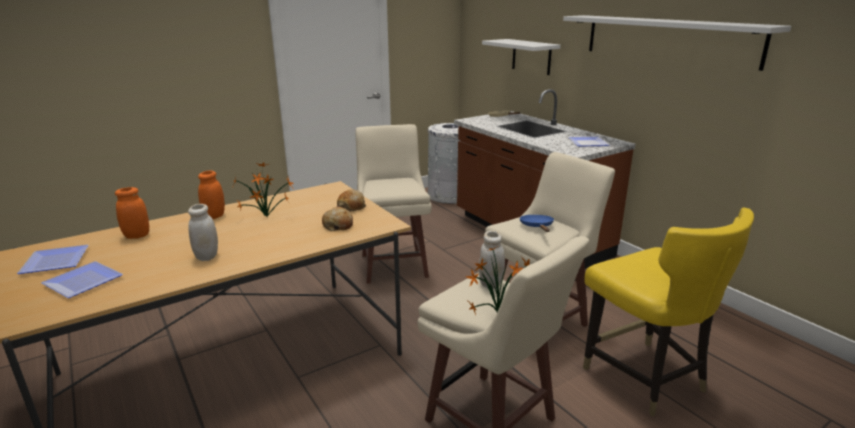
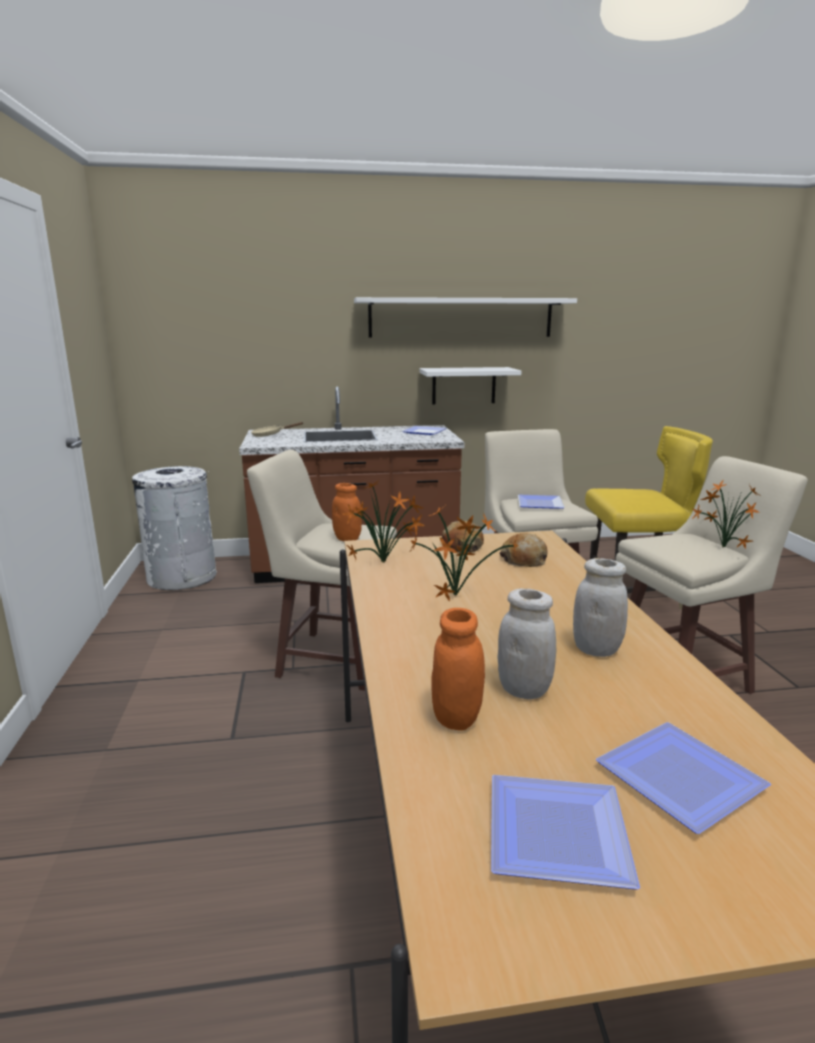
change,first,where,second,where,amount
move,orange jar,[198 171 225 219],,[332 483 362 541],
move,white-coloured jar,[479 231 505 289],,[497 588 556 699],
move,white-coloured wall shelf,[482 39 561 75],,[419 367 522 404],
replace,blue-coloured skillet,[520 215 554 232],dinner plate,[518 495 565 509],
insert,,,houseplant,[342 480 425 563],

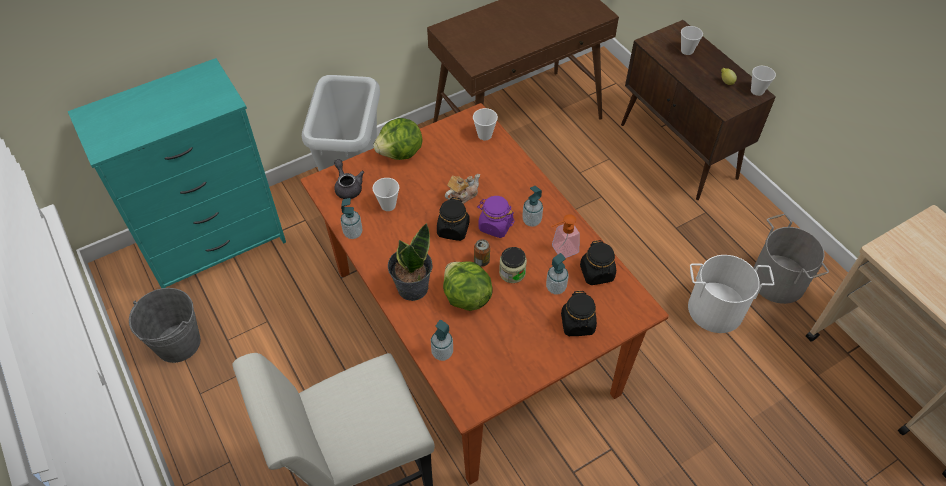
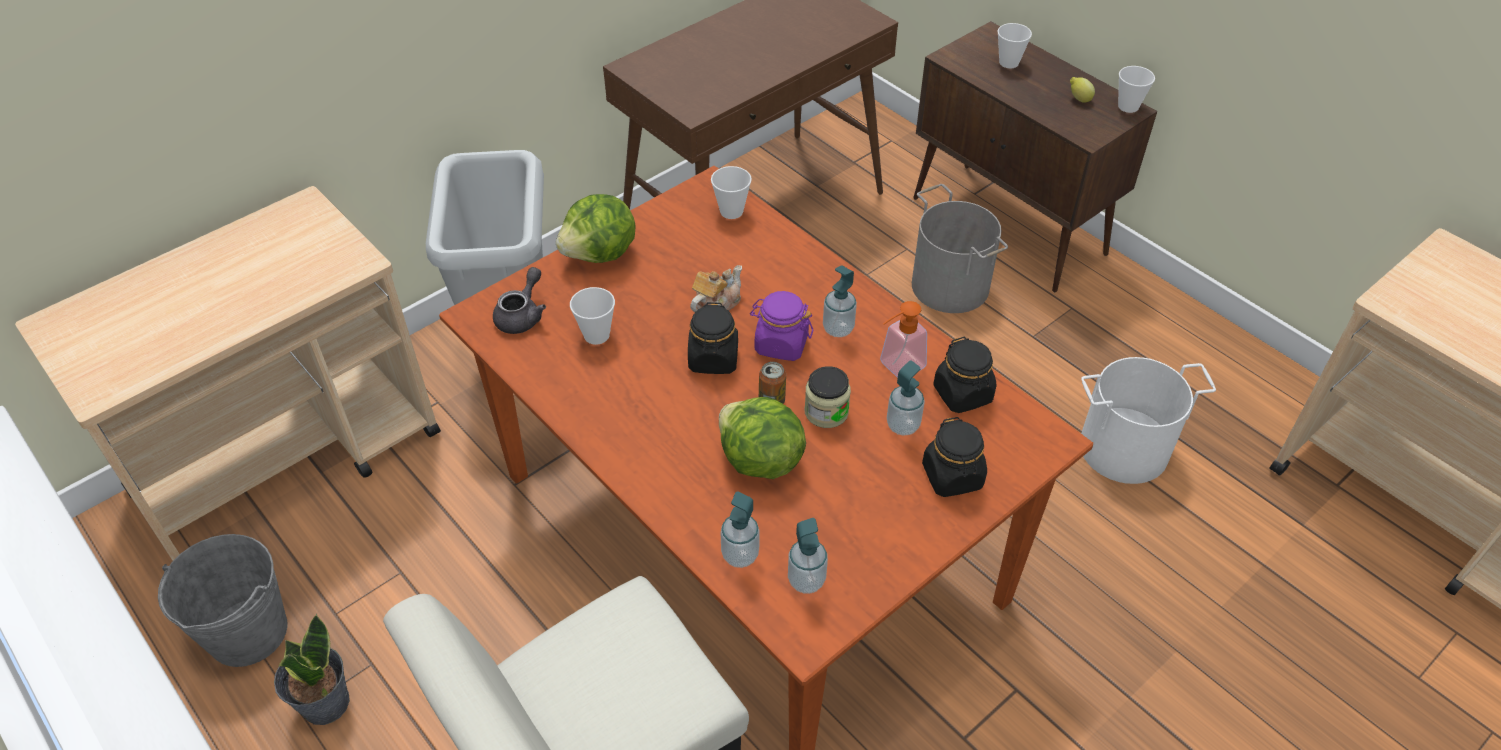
change,first,where,second,where,amount
replace,turquoise chest of drawers,[68 58 286 288],sand-coloured trolley,[15 186 441 561],
rotate,grey pot for tea,[334 159 364 199],,[493 267 546 334],60 degrees clockwise
move,soap dispenser,[341 198 363 239],,[788 518 828 594],
move,houseplant,[388 223 433 301],,[274 614 350 725],
move,grey pail,[753 214 829 304],,[912 184 1008 313],

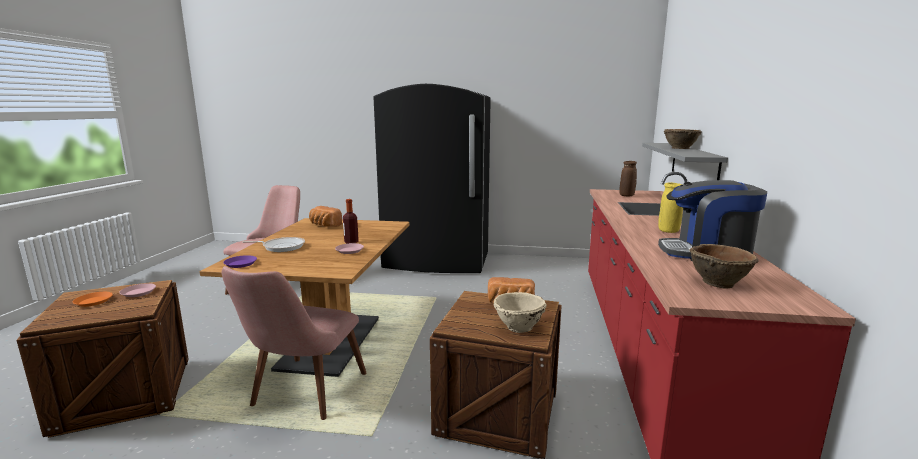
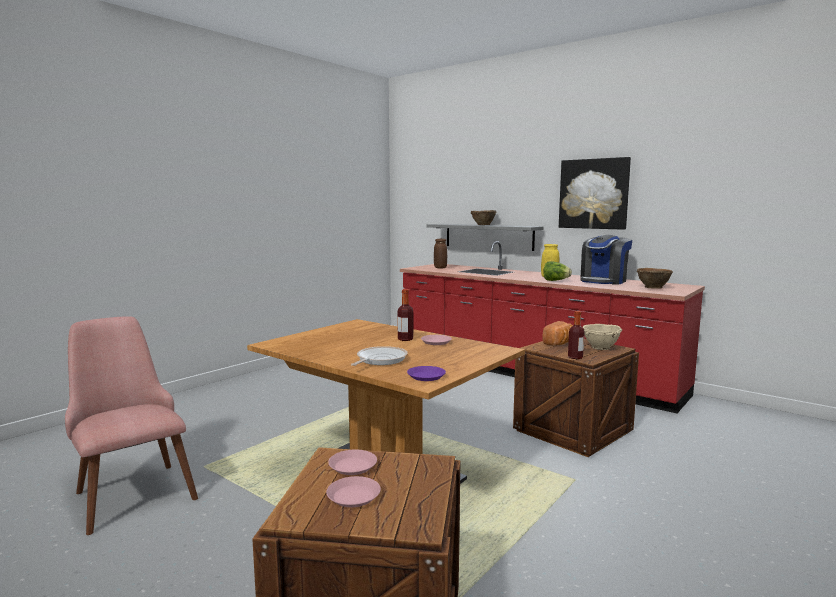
change,first,where,second,where,amount
recolor,orange dinner plate,[73 292 113 307],pink dinner plate,[326 476 381 507],
delete,pink plain chair,[221 266 367 420],,,
delete,bakery bread,[309 206 342 227],,,
delete,black kitchen fridge,[374 84 491 273],,,
insert,,,lettuce head,[543 261 572 281],
insert,,,wall picture,[559 157 631 230],
insert,,,beverage bottle,[568 311 585 359],

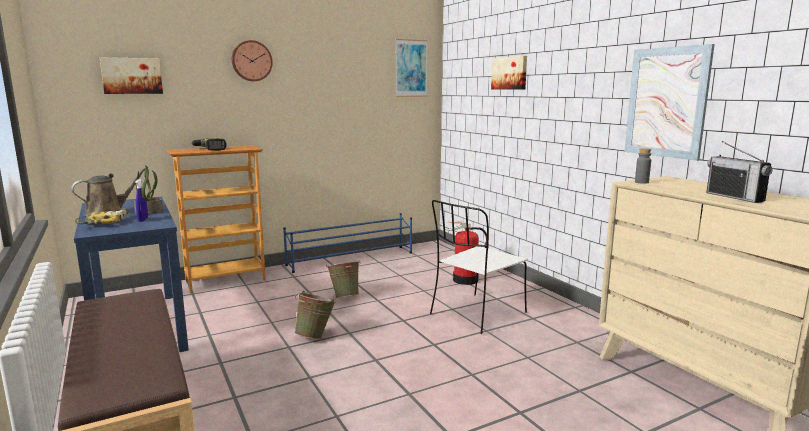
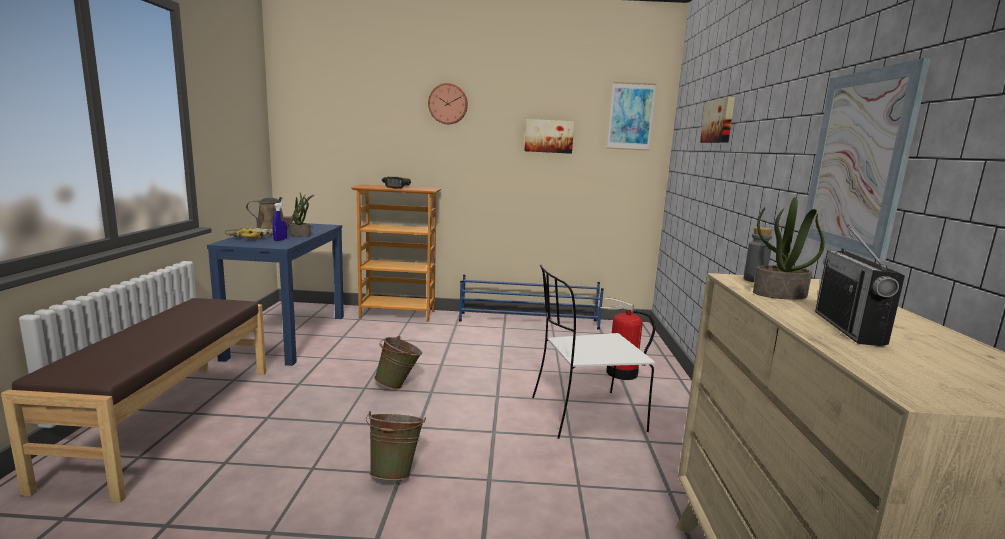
change,first,where,second,where,amount
move,wall picture,[100 57 163 94],,[524 119 574 154],
move,green pail,[326 260 361 298],,[366 411 426 480],
insert,,,houseplant,[753 197 825 300],

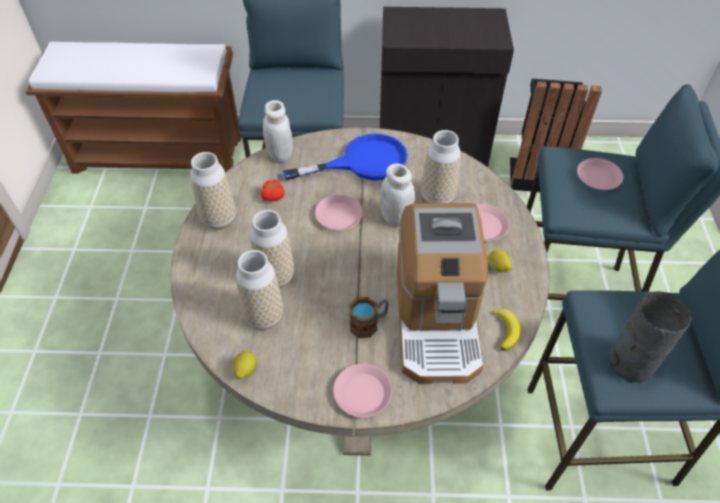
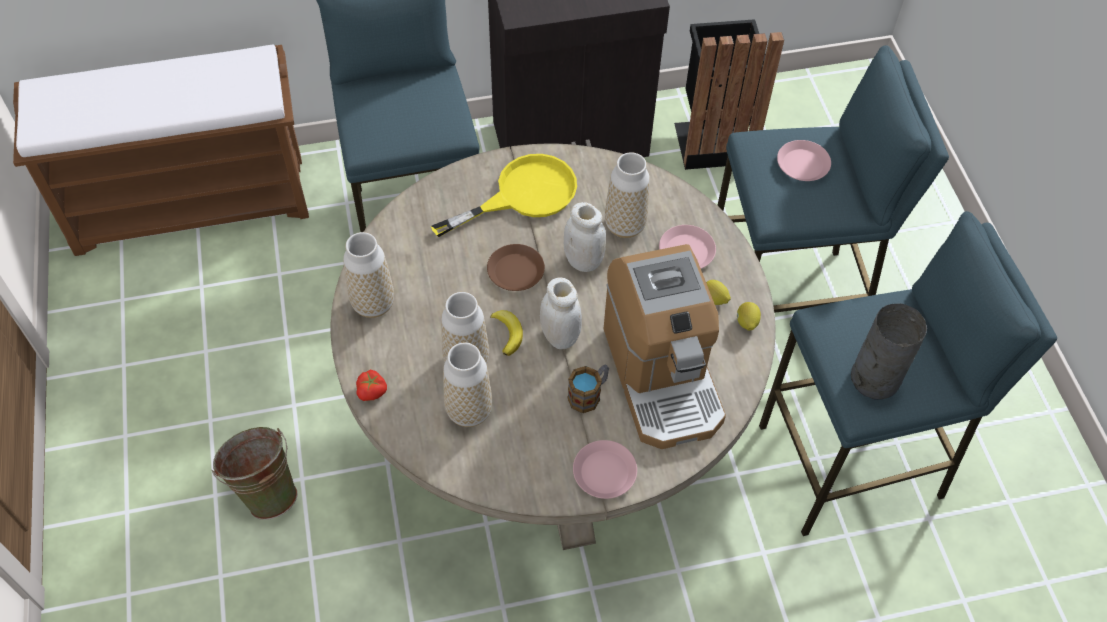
change,first,where,second,where,amount
move,whole lemon,[232 351 257 379],,[737 302 761 331],
move,whole tomato,[261 180 285 201],,[356 370 387 401],
move,white-coloured jar,[263 100 293 162],,[540 277 582 349],
recolor,blue-coloured skillet,[283 133 408 181],yellow-coloured skillet,[431 154 577 237],
recolor,pink dinner plate,[315 195 363 230],brown dinner plate,[487 244 545 291],
move,whole banana,[492 308 521 351],,[490 310 523 356],
insert,,,green pail,[211 427 298 520],

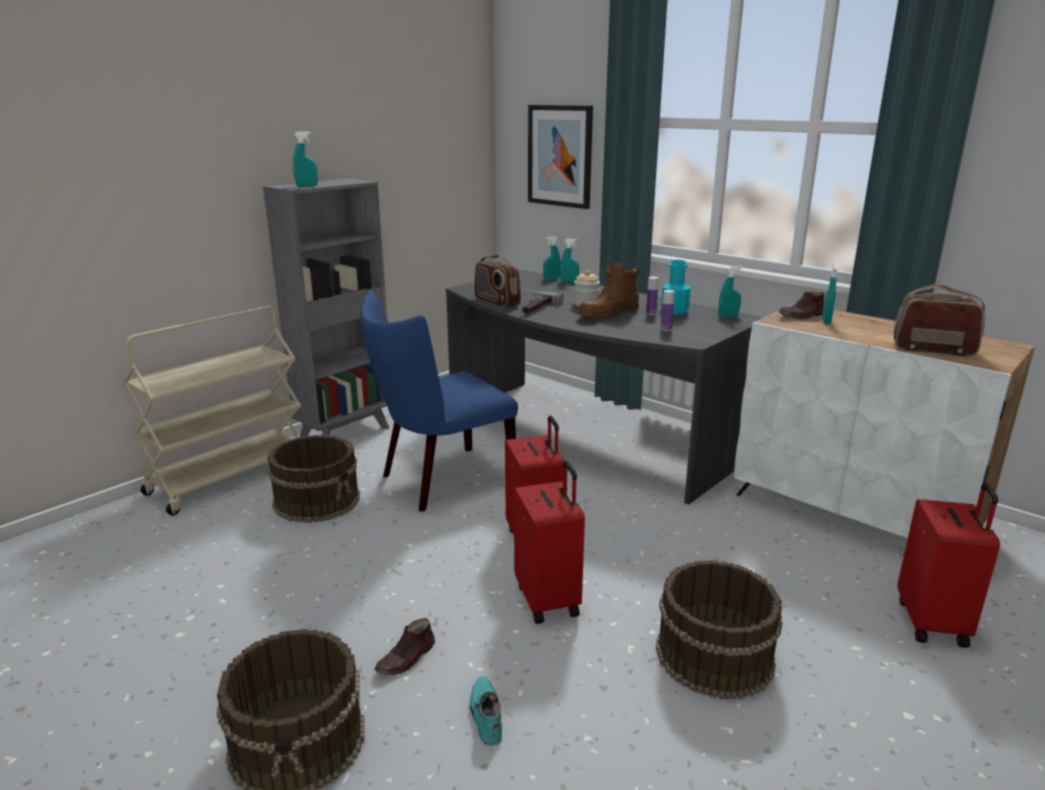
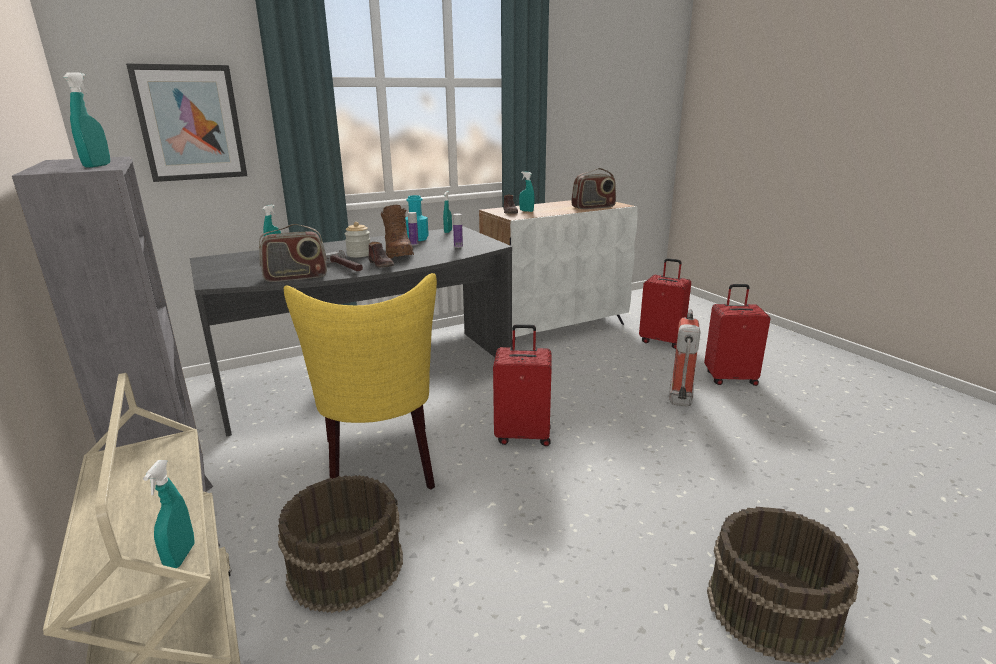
change,first,where,second,where,amount
recolor,blue-coloured plain chair,[360 290 518 512],yellow-coloured plain chair,[284 273 437 490],
move,brown item of footwear,[374 618 435 675],,[369 242 394 267],
delete,turquoise item of footwear,[470 676 502 745],,,
move,red-coloured travel case,[514 461 585 624],,[704 284 770 386],
move,turquoise spray bottle,[543 237 561 280],,[143 460 195 568],
replace,brown pail,[656 560 783 699],fire extinguisher,[669 309 700 406],
rotate,radio,[894 284 985 356],,[571 168 616 209],150 degrees counterclockwise

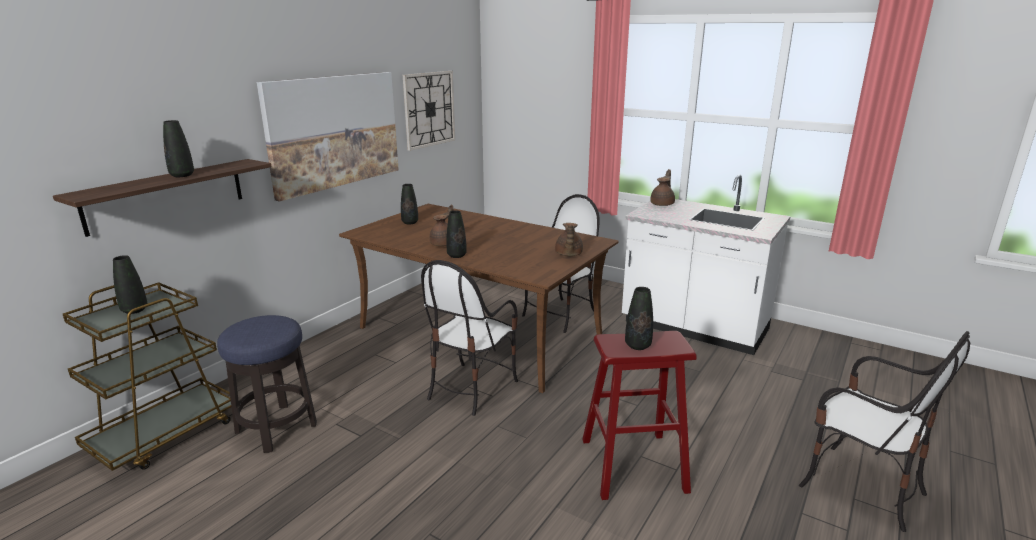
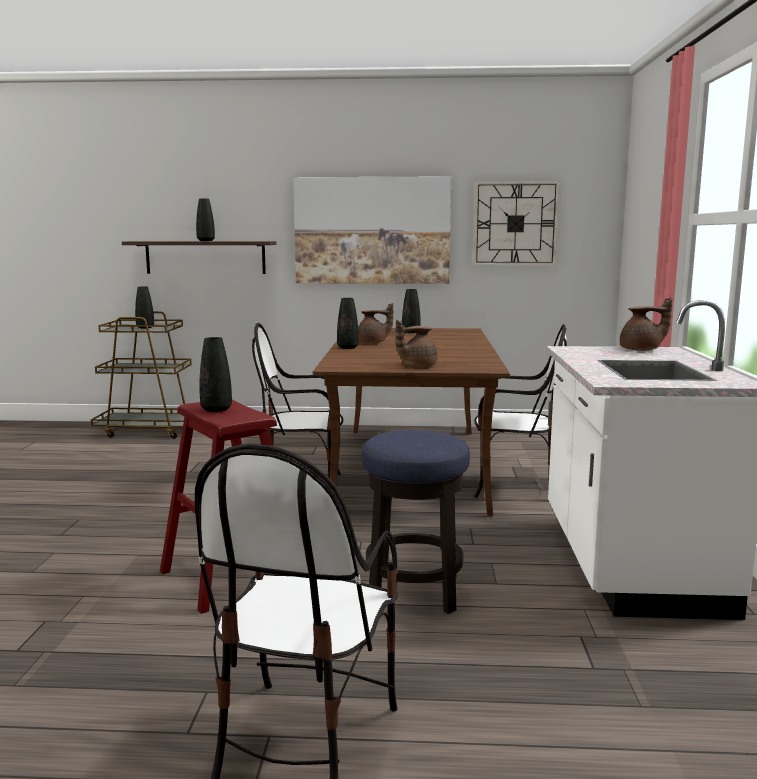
change,first,where,second,where,amount
move,stool seat,[217 315 317 453],,[362 430 470 614],

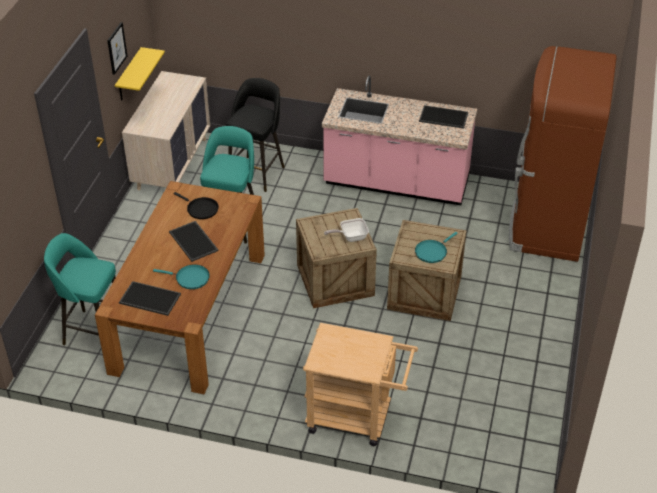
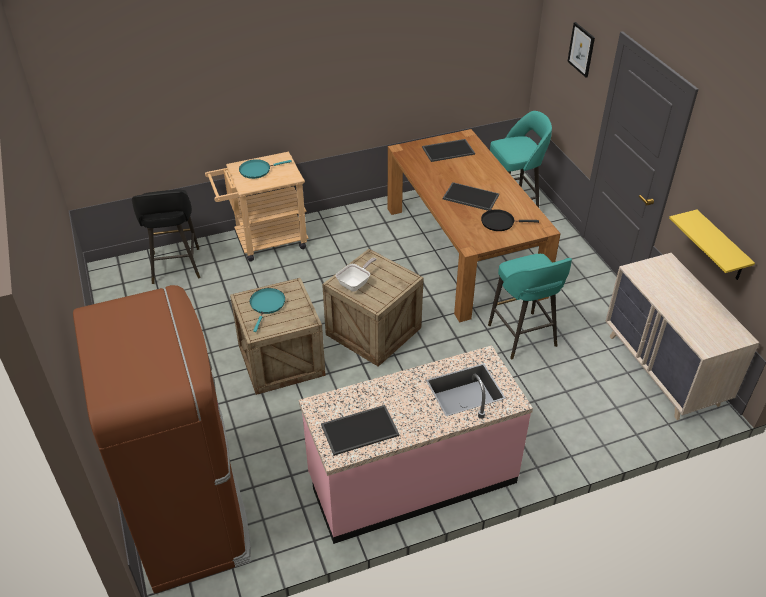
change,first,where,second,where,amount
move,wall picture,[107 22 127 75],,[567 22 595 78],
move,turquoise skillet,[153 265 210 289],,[239 159 292 179],
move,black stool seat,[227 78 285 192],,[132 189 201 284],

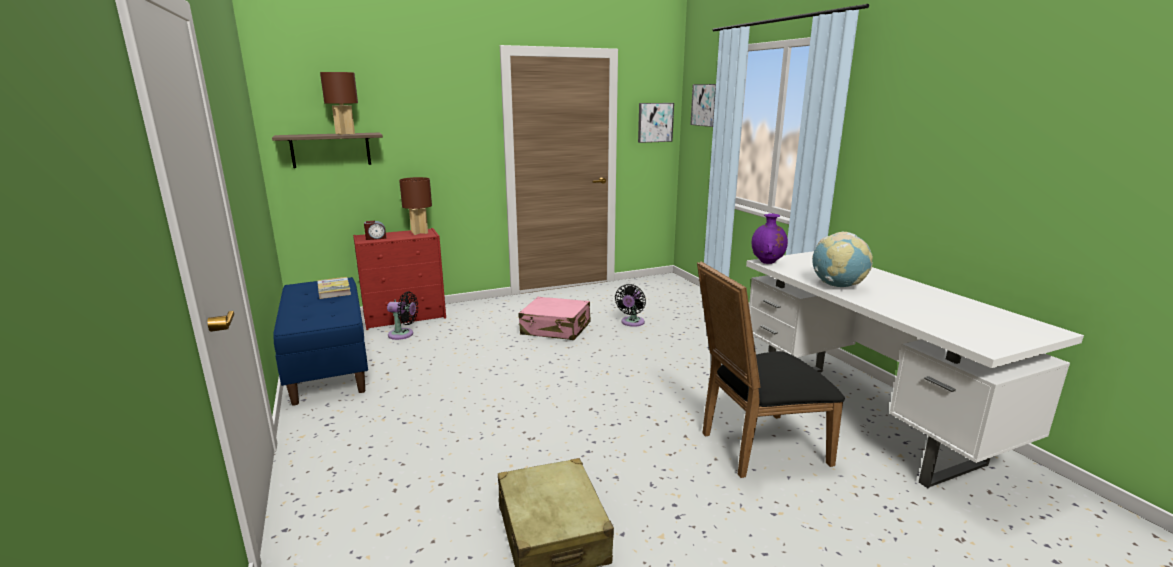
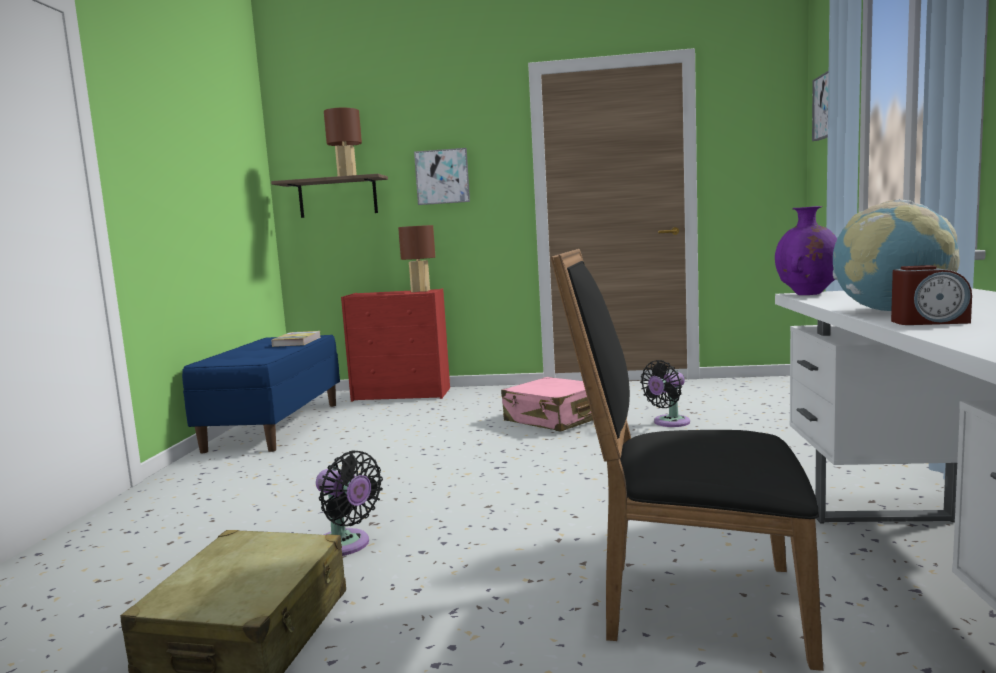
change,first,where,second,where,amount
move,alarm clock,[364 221 386 240],,[891 265 972 325],
move,black electric fan,[387 292 418 340],,[316 450 383 556],
move,wall picture,[638 103 674 143],,[414 148 470 205],

